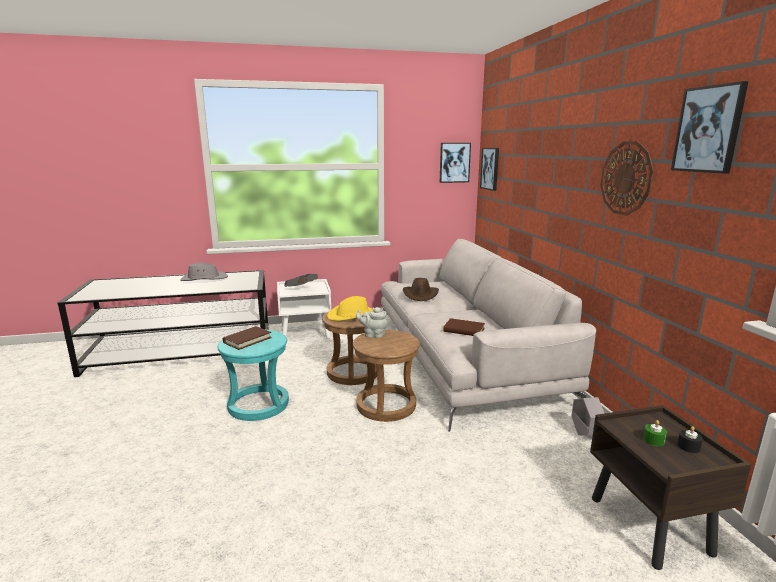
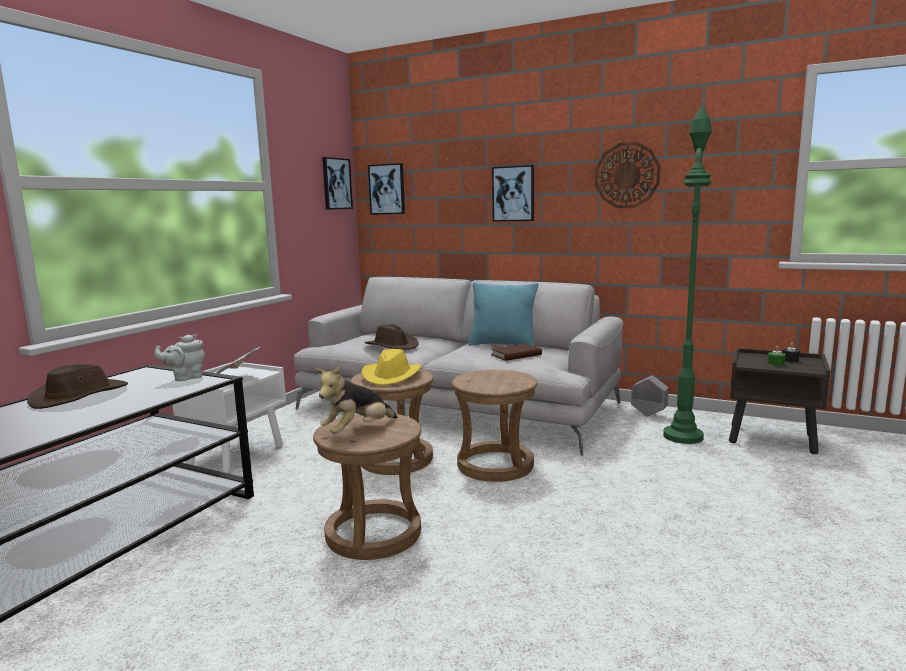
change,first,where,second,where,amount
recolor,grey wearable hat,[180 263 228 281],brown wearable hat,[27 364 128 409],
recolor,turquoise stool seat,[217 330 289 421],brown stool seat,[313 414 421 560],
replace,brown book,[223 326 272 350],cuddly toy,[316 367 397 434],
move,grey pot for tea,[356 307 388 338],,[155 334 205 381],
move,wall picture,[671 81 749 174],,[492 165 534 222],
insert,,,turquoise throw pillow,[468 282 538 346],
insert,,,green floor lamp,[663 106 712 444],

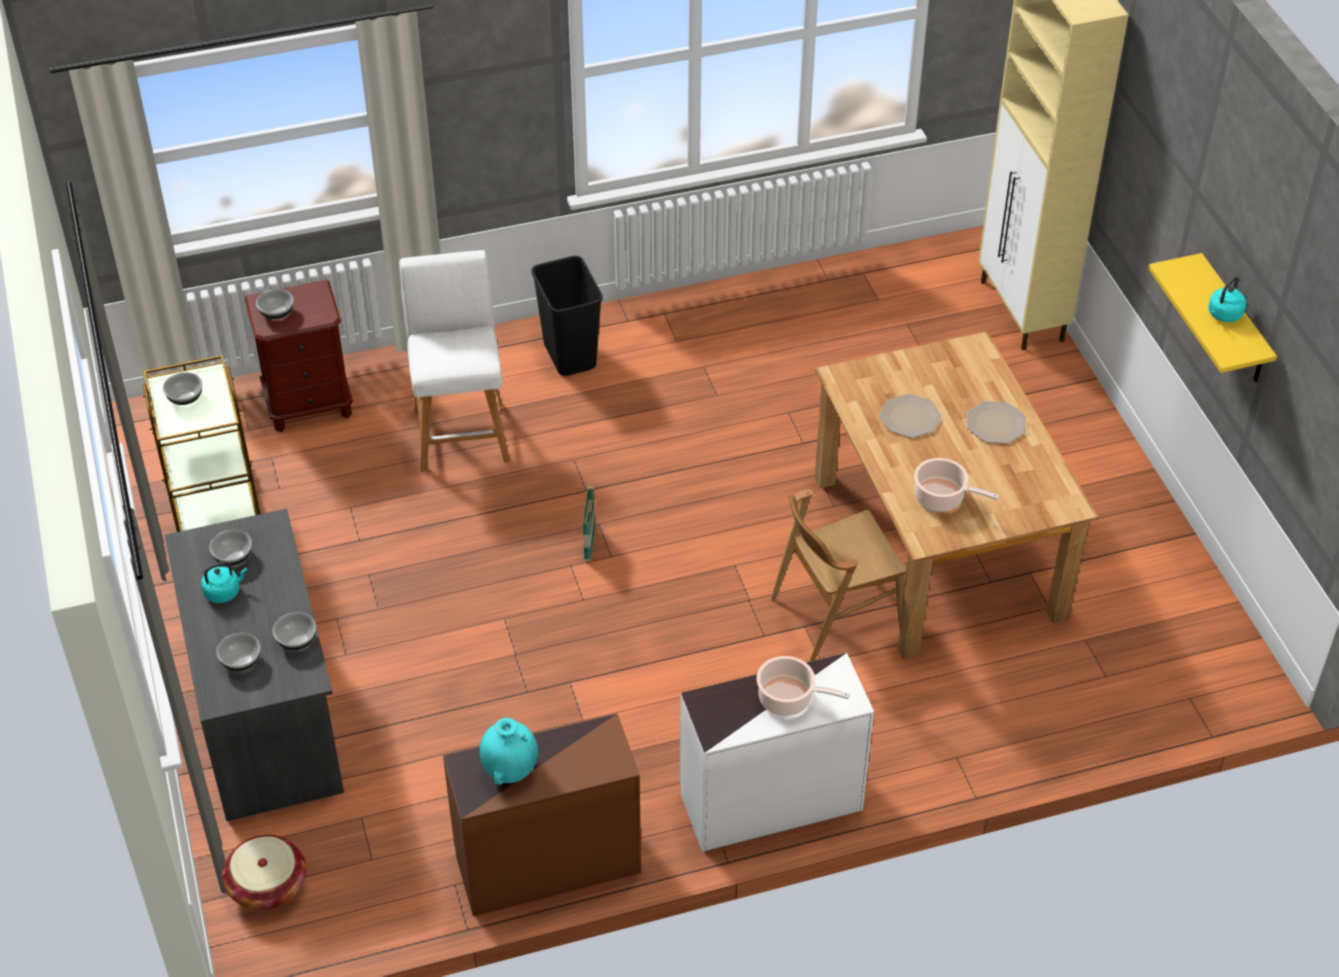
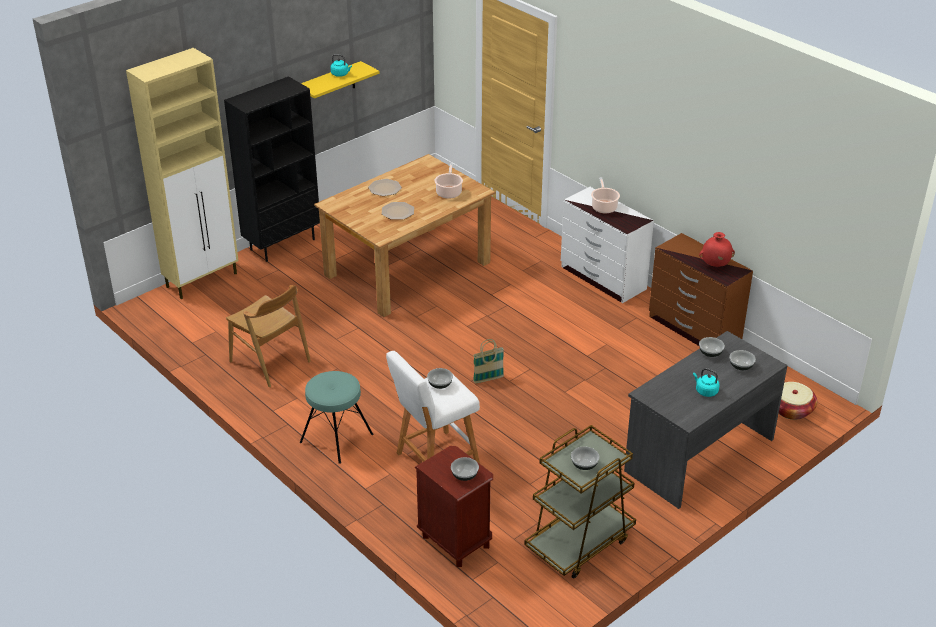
change,first,where,second,where,amount
move,bowl,[210 530 252 566],,[427 368 453 389],
recolor,turquoise flower vase,[480 718 538 785],red-coloured flower vase,[699 232 735 267],
replace,black waste bin,[531 256 603 376],turquoise stool seat,[300 371 374 464],
move,brown plain chair,[771 489 907 662],,[226 285 311 387],
insert,,,black bookcase,[224 76 320 262],

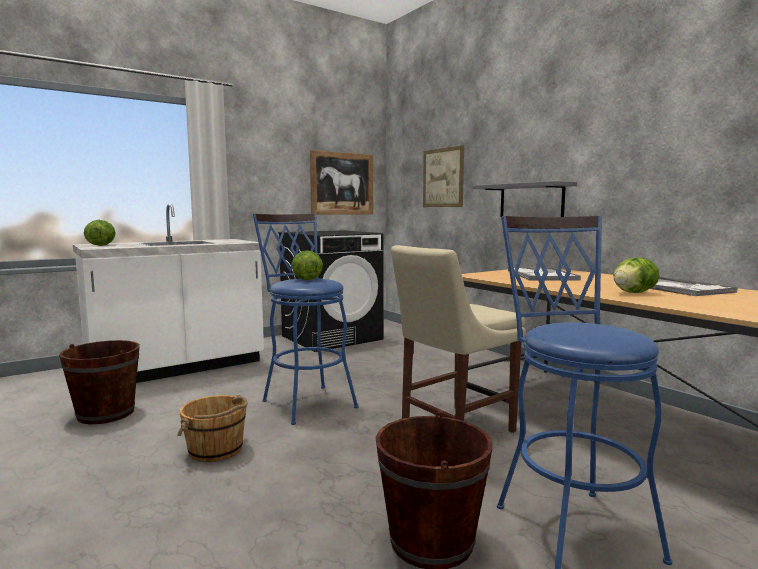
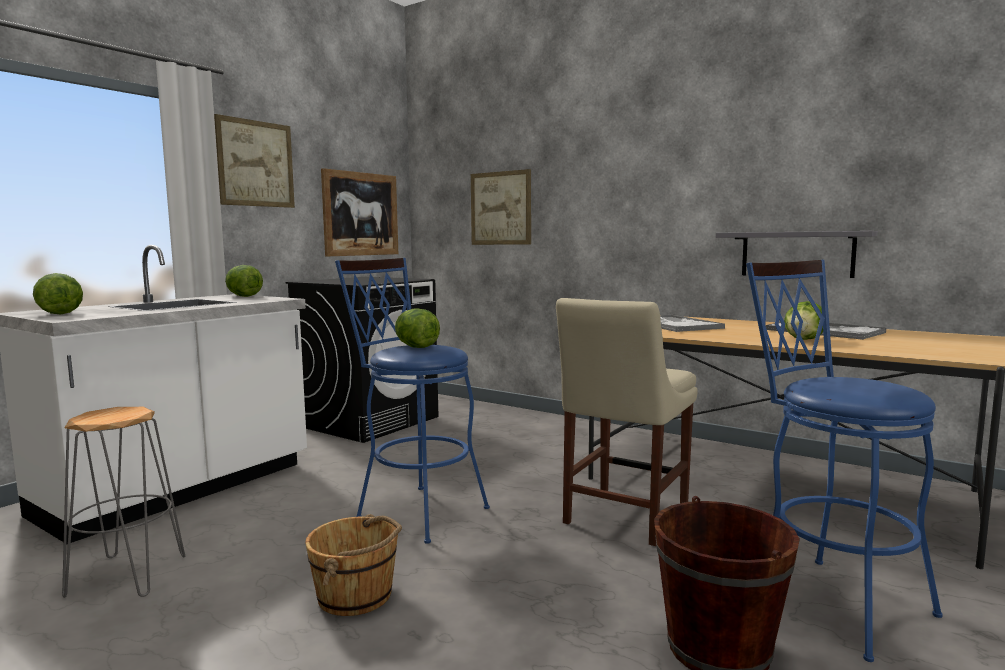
change,first,where,second,where,amount
replace,brown pail,[59 340 140 424],grey stool seat,[62 407 185 598],
move,grey wall shelf,[472 181 577 217],,[716 231 878 278],
insert,,,wall picture,[214 114 295 208],
insert,,,lettuce head,[225 265 263 297],

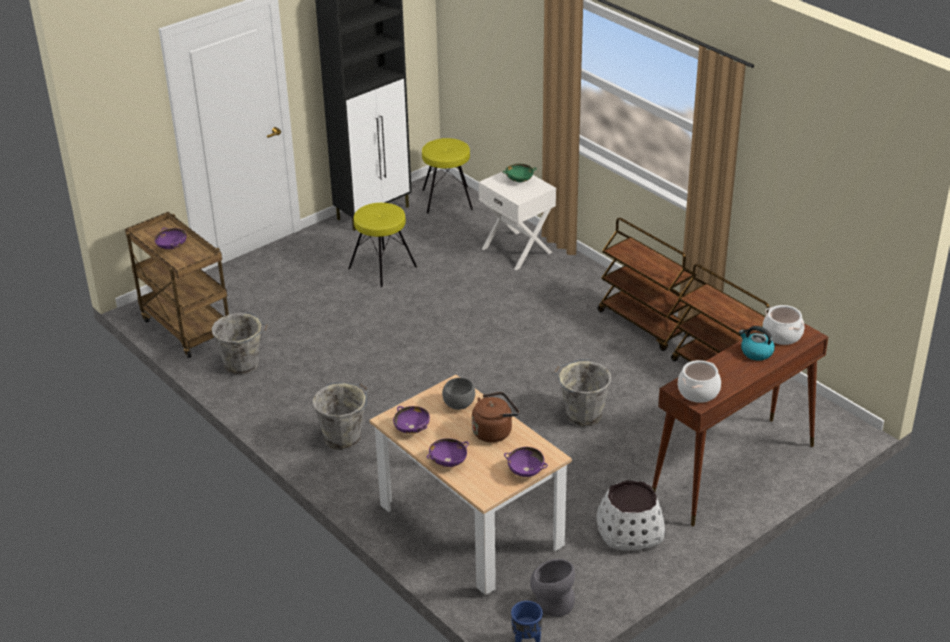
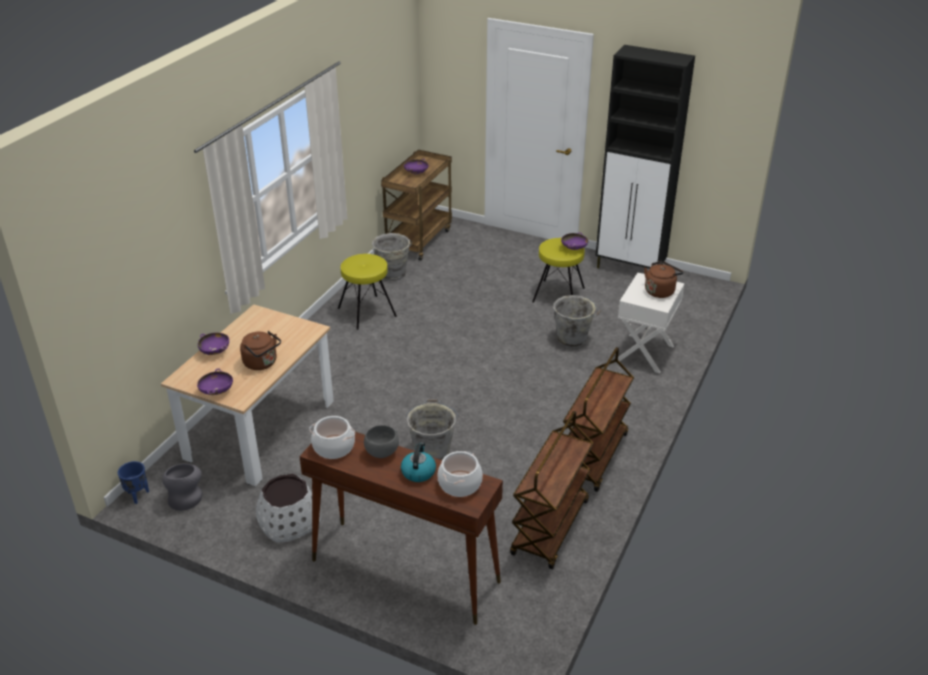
change,first,where,second,where,amount
move,grey pail,[313 382 368 450],,[553 295 601 348],
move,purple-coloured bowl,[393 406 430 434],,[561 232 588 250],
move,yellow-coloured stool seat,[422 138 473 214],,[338 254 397 330],
move,grey bowl,[442 378 475 410],,[364 425 399 458],
replace,green bowl,[502 163 537 182],brown water kettle,[644 261 683 298],

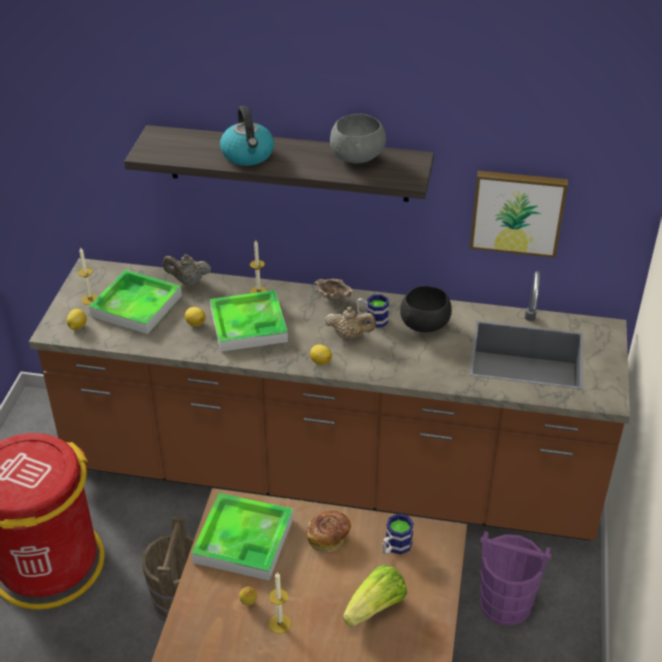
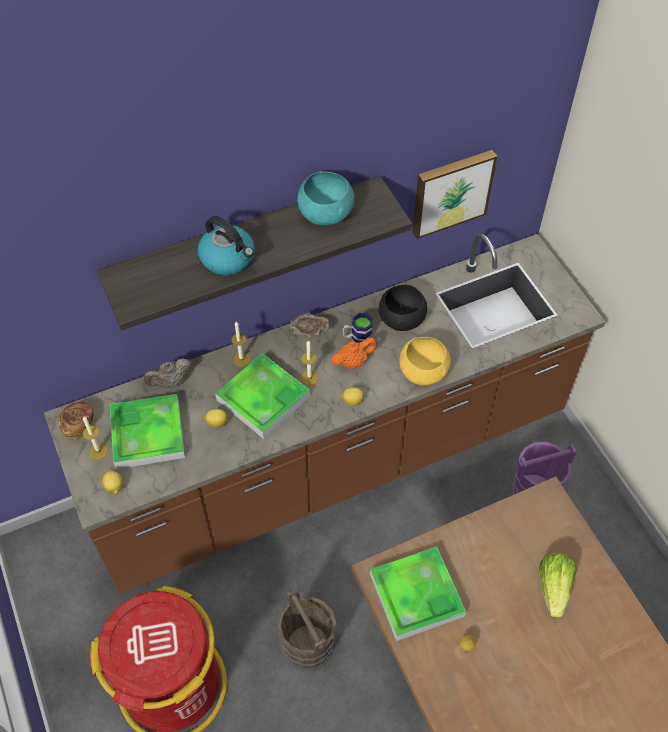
change,first,where,second,where,amount
move,wax light,[269 572 291 634],,[301 341 318 385],
move,bakery bread,[306 511 351 552],,[58 402 94 440],
recolor,sand-coloured pot for tea,[325 307 376 339],orange pot for tea,[331 338 377 369],
recolor,grey bowl,[330 114 386 163],turquoise bowl,[297 171 354 225],
delete,coffee mug,[383 513 414 555],,,
insert,,,yellow-coloured bowl,[399 337 451 385],

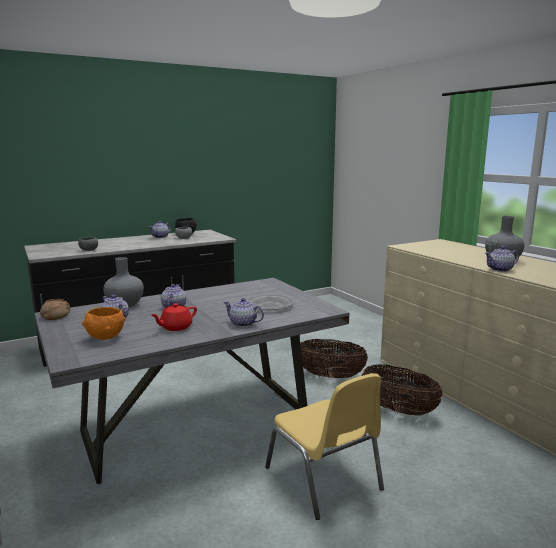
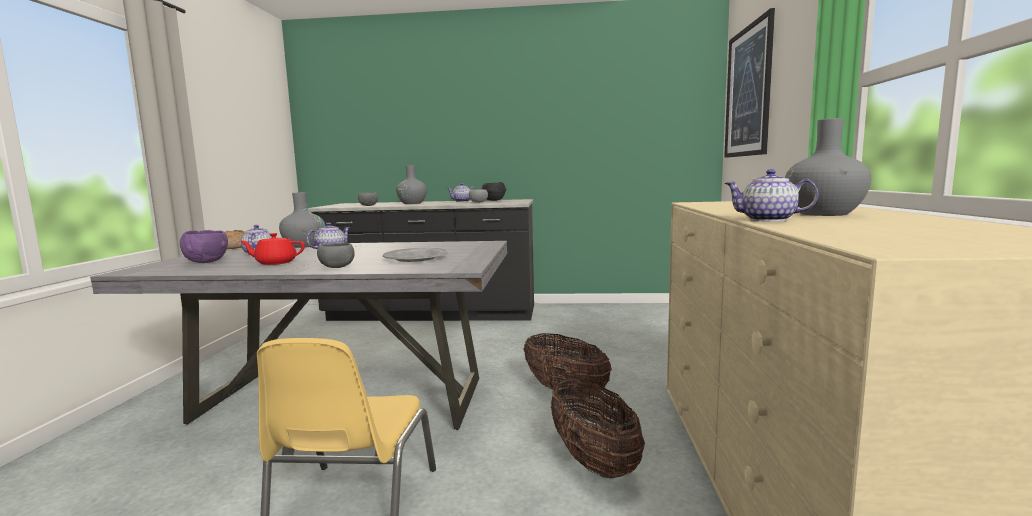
change,first,where,second,where,amount
recolor,orange bowl,[82 307 125 340],purple-coloured bowl,[180 230 228 263],
replace,pot for tea,[224 298 264 327],grey bowl,[317 243 354 268],
insert,,,grey flower vase,[396 165 427 204],
insert,,,wall picture,[724 8 775 158],

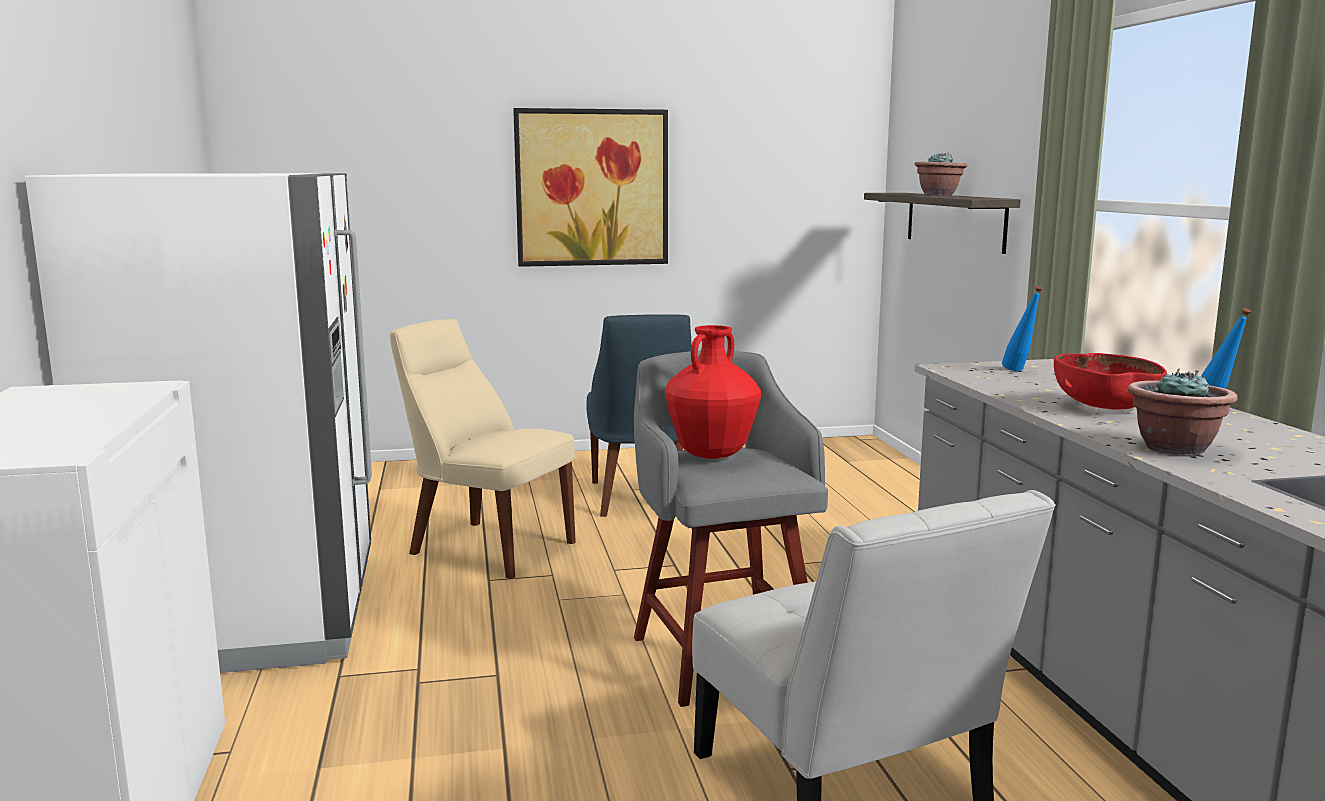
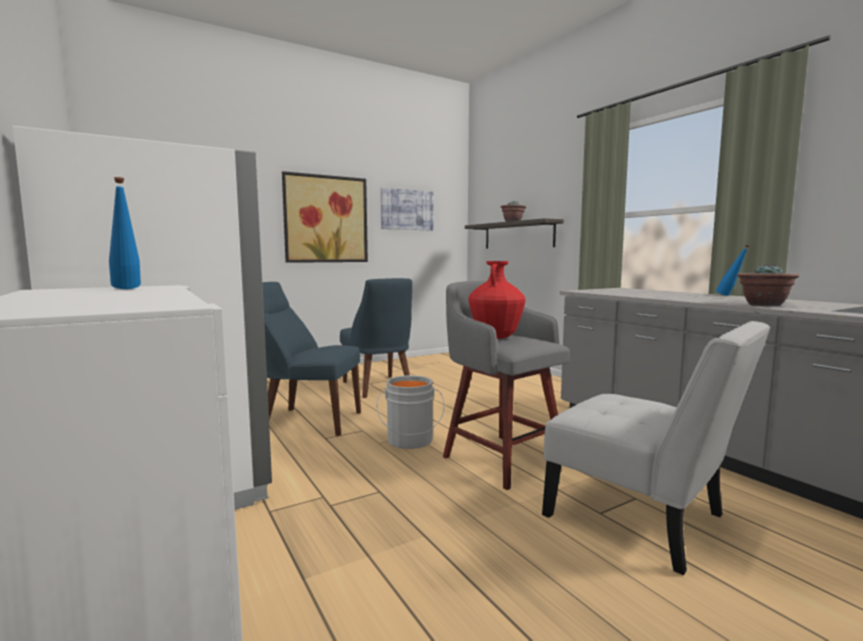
change,first,where,second,where,amount
recolor,sand-coloured plain chair,[390 319 576 579],blue-coloured plain chair,[262 282 361 436],
move,blue-coloured beverage bottle,[1002 286 1043 371],,[109 177 141 289],
delete,red-coloured bowl,[1054 353 1167 410],,,
insert,,,grey pail,[376 375 444 449],
insert,,,wall picture,[381 188 433 231],

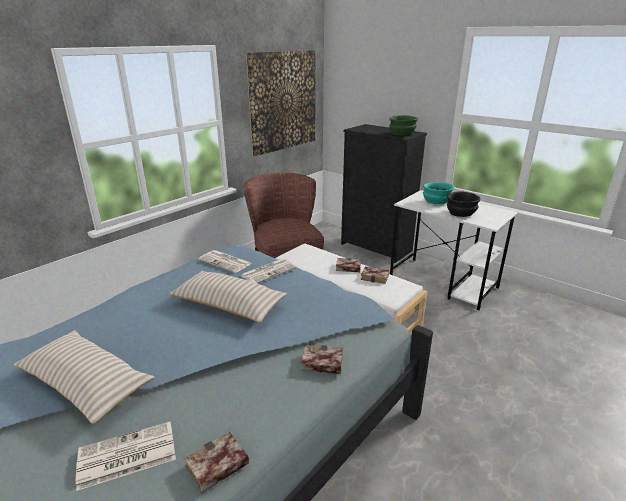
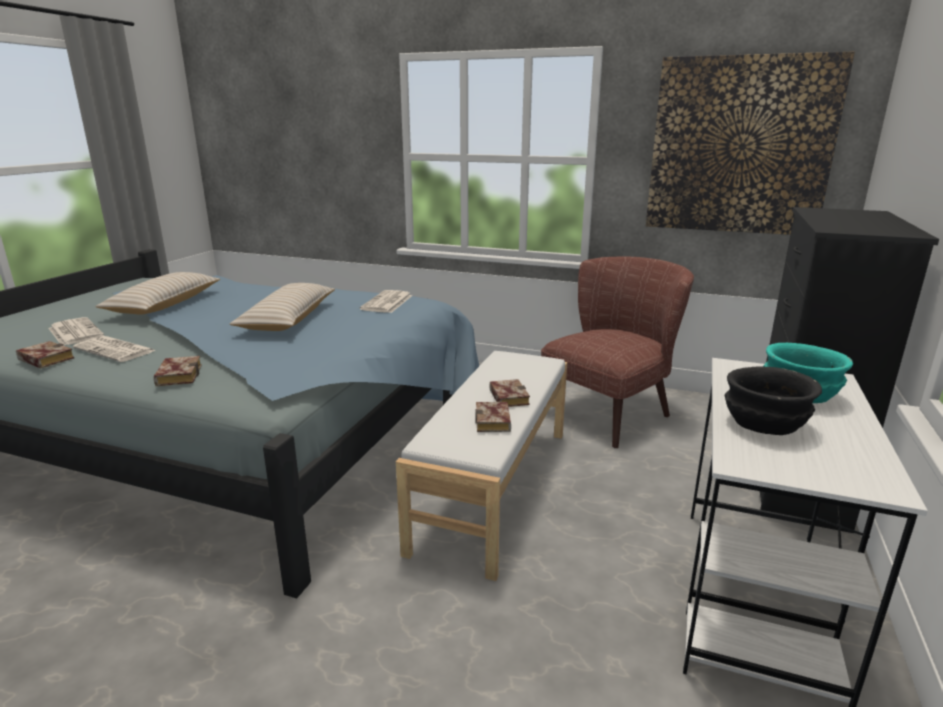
change,first,where,second,where,amount
move,newspaper,[240 258 297 283],,[73 336 156 362],
delete,green bowl,[389 115 418 135],,,

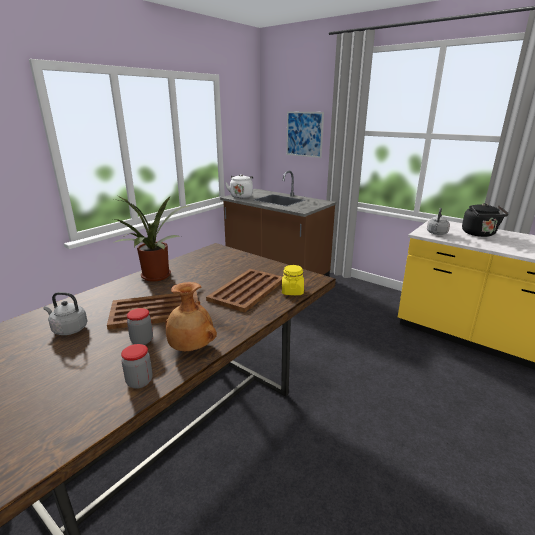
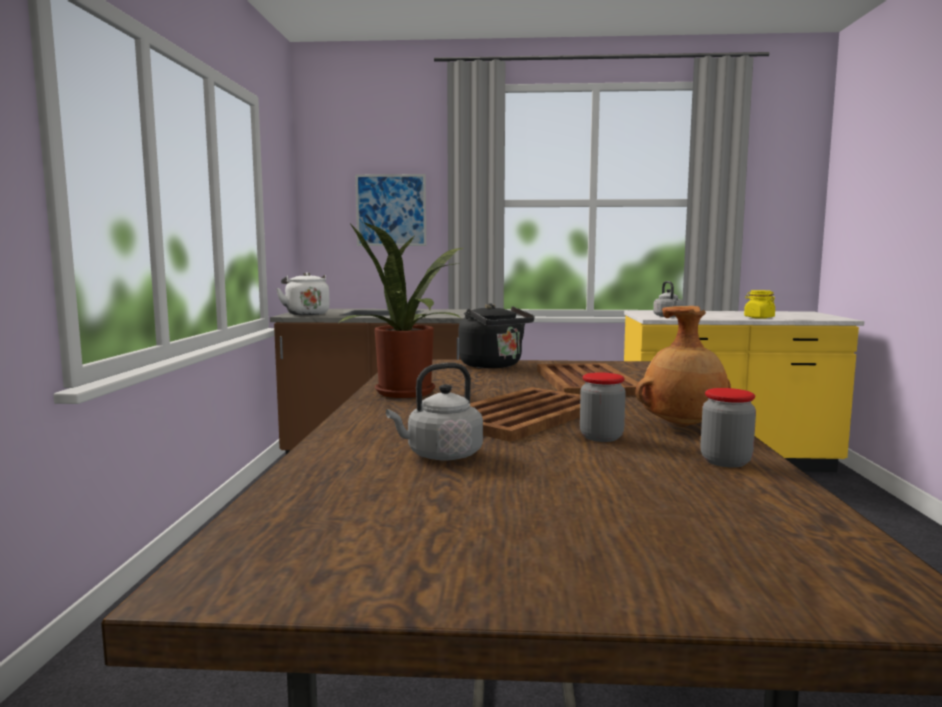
change,first,where,second,where,amount
move,yellow-coloured jar,[282 265 304 295],,[744 290 775 319],
move,black water kettle,[462 203 509 237],,[459 304 535 368],

